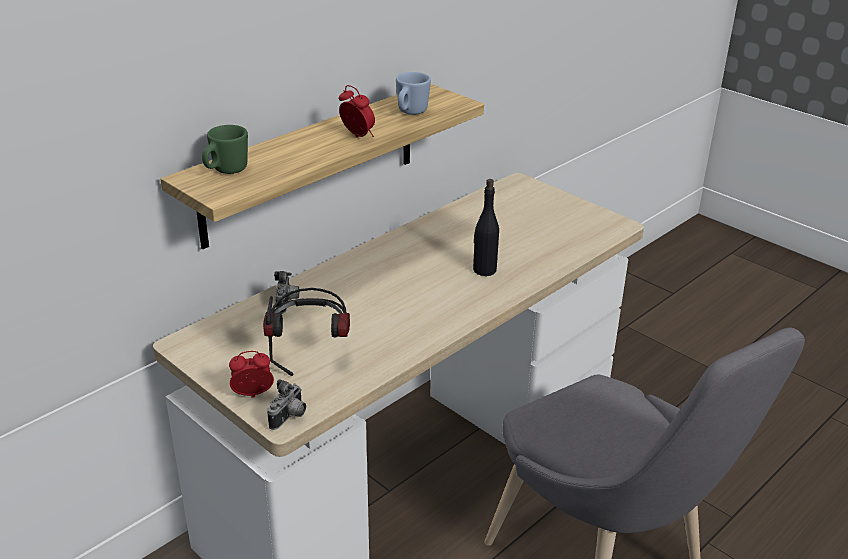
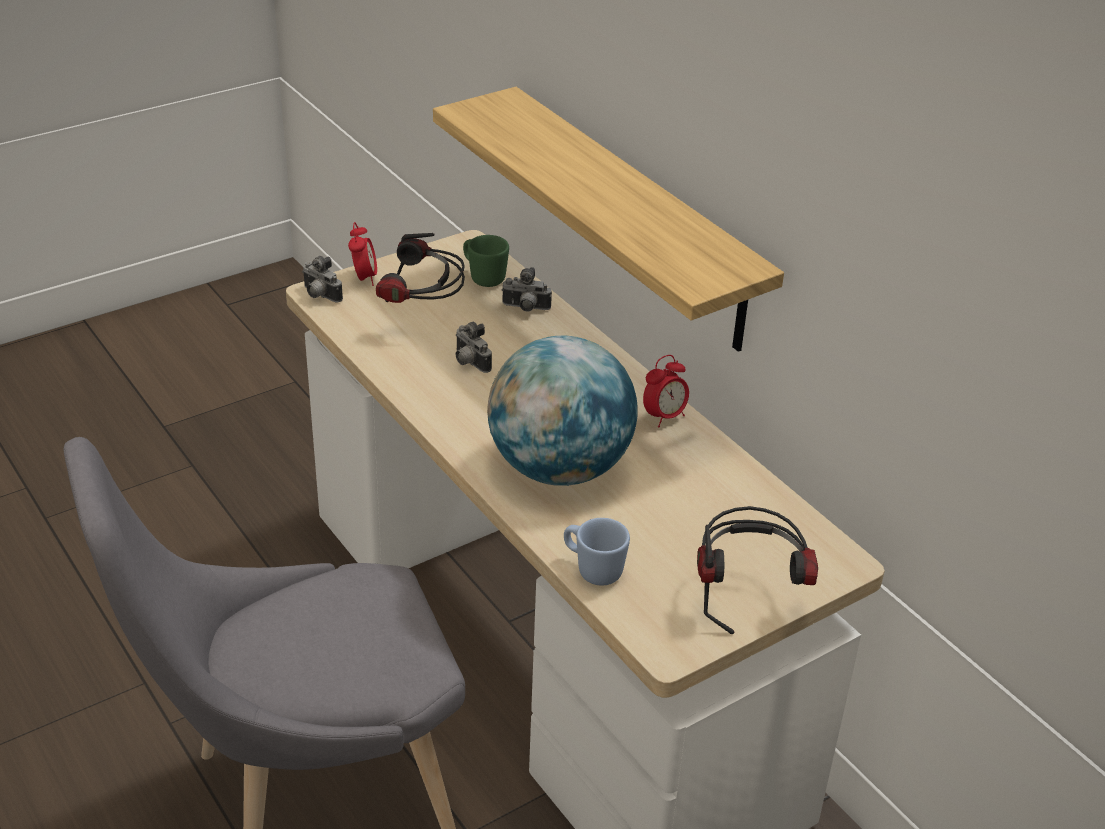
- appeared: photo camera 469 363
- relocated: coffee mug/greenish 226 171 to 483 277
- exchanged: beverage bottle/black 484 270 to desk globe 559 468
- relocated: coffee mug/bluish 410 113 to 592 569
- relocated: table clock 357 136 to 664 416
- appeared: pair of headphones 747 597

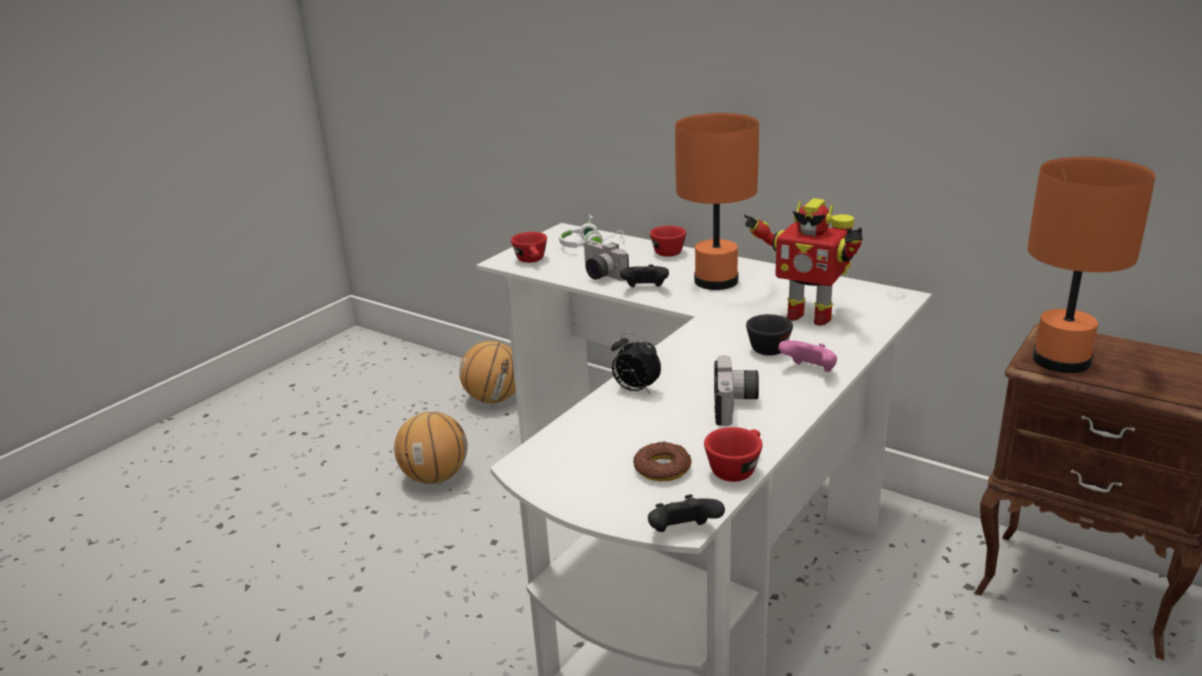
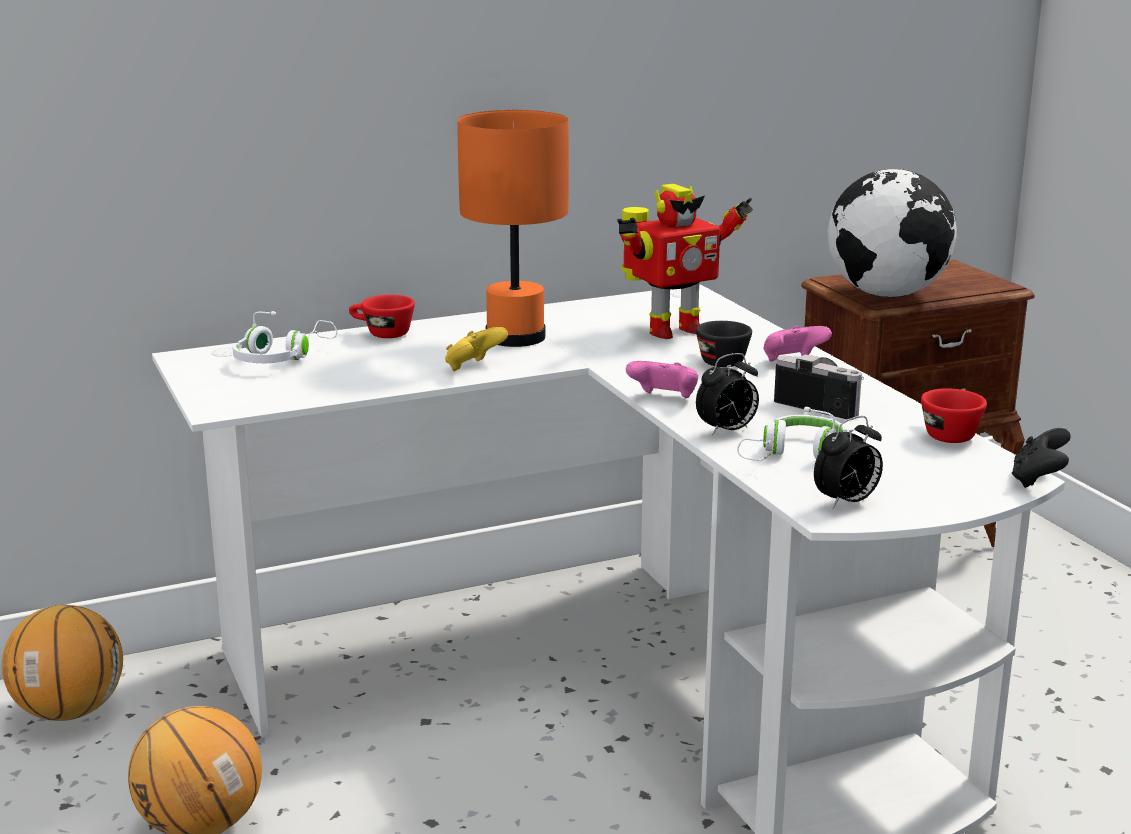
- colour: game controller/black 645 289 to game controller/yellowish 473 368
- appeared: game controller/pink-coloured 664 399
- appeared: pair of headphones/white 796 455
- appeared: table clock 846 502
- exchanged: lamp for a table/orangey 1061 361 to desk globe 887 294
- missing: small cup/red 532 261
- missing: photo camera 600 275
- missing: doughnut 662 468

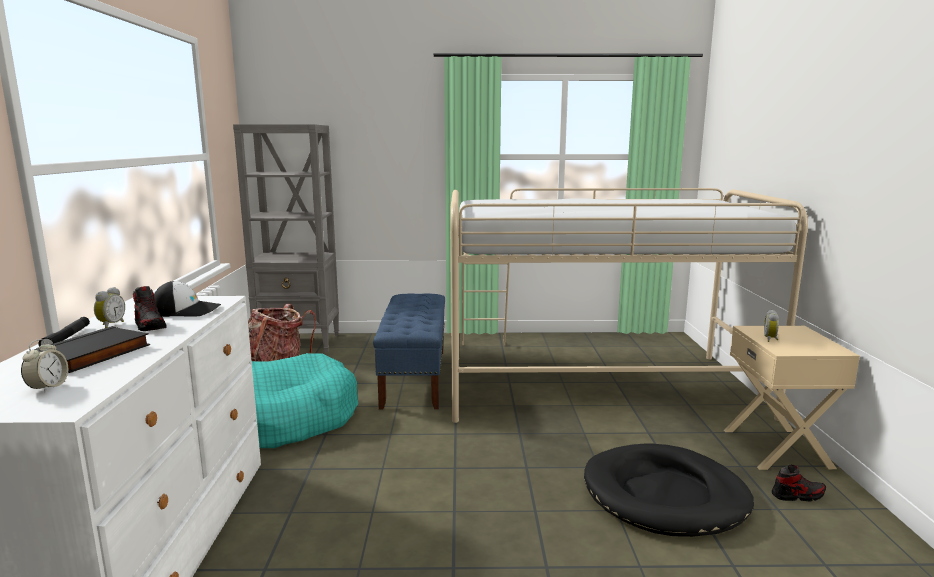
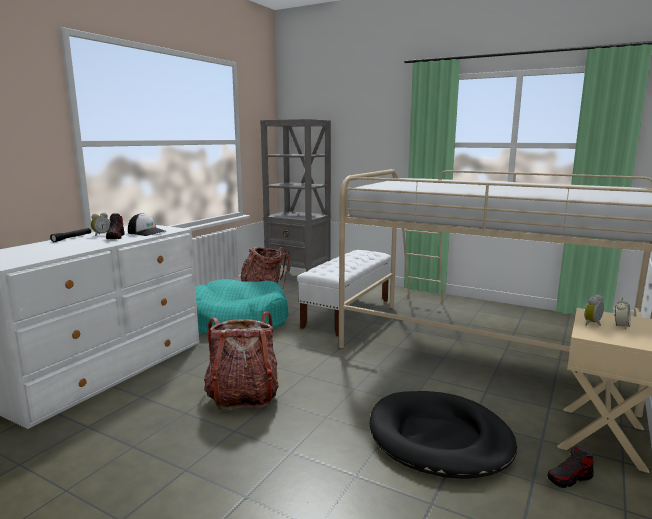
- appeared: rucksack 243 395
- colour: bench/bluish 414 378 to bench/white 347 313
- spun: item of footwear 797 495 = 570 478 135 degrees clockwise
- relocated: table clock 48 387 to 621 326
- missing: volume/black 94 355

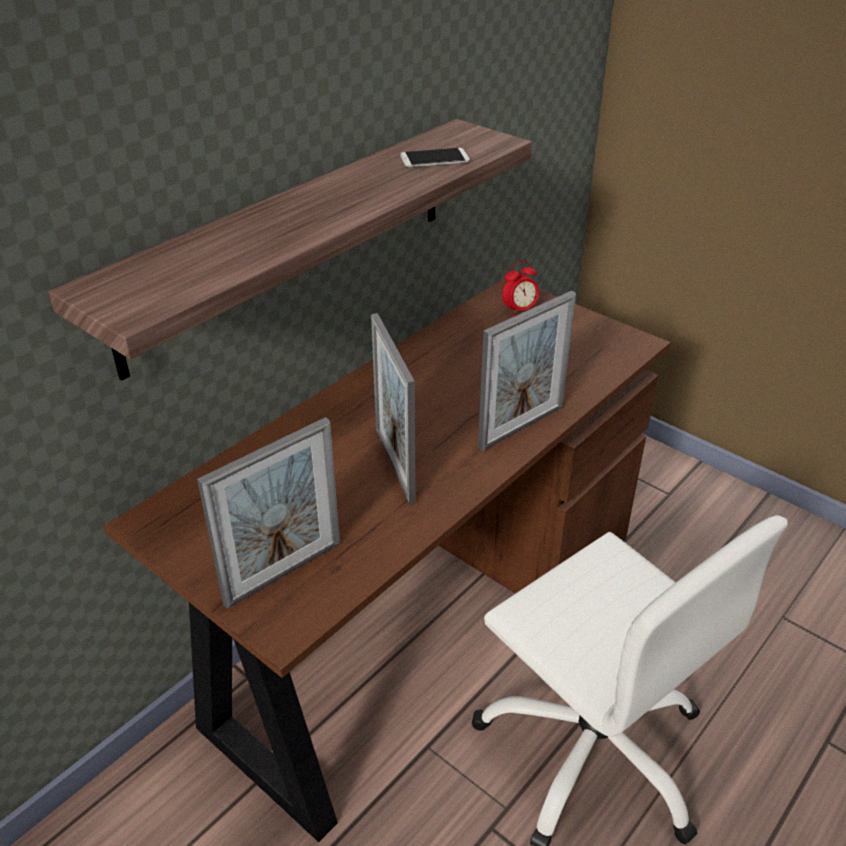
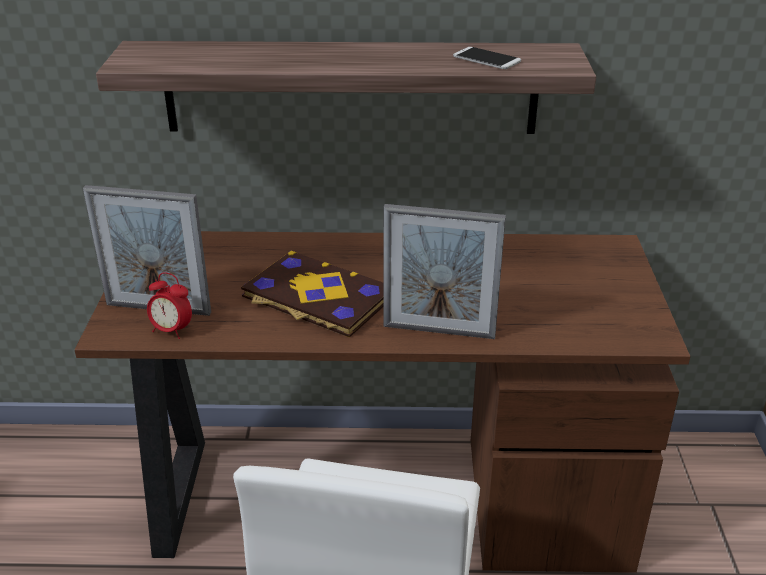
- relocated: table clock 519 310 to 172 330
- exchanged: standing frame 394 465 to volume 317 297

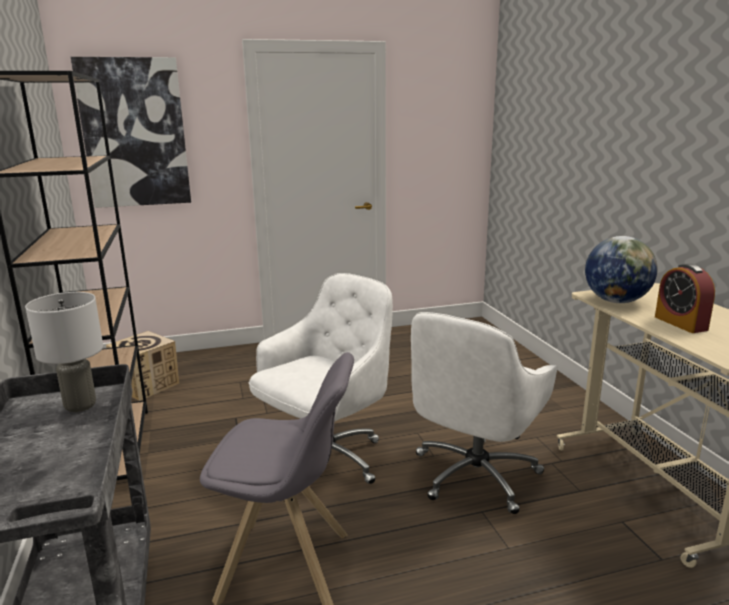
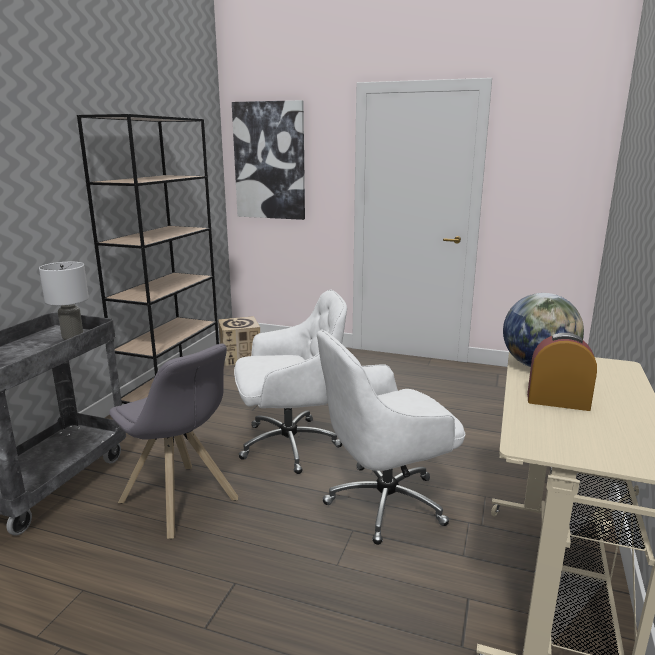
- spun: table clock 680 323 = 557 401 90 degrees clockwise

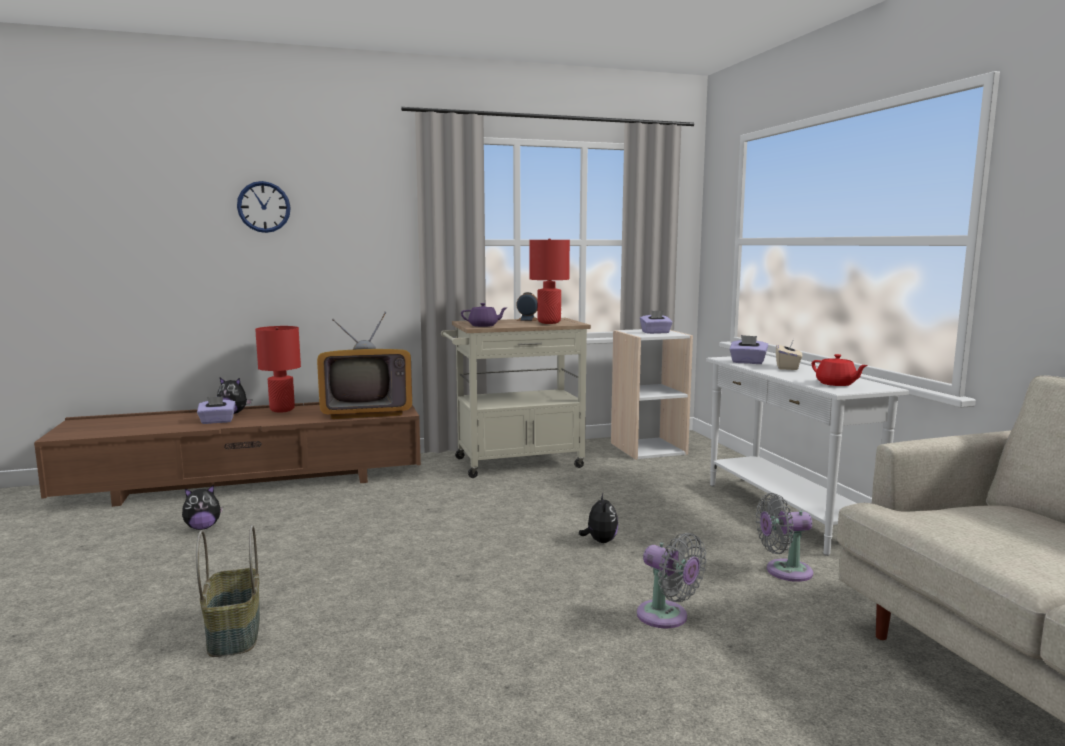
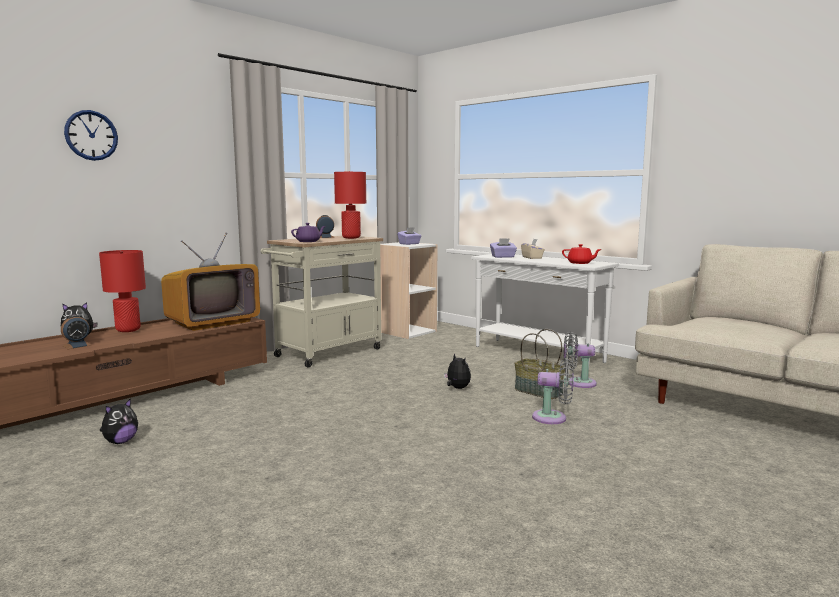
- exchanged: box of tissues/purple-coloured 217 421 to table clock 77 345
- relocated: storage basket 233 633 to 537 392
- spun: cooling fan/gray 784 571 = 578 383 45 degrees clockwise

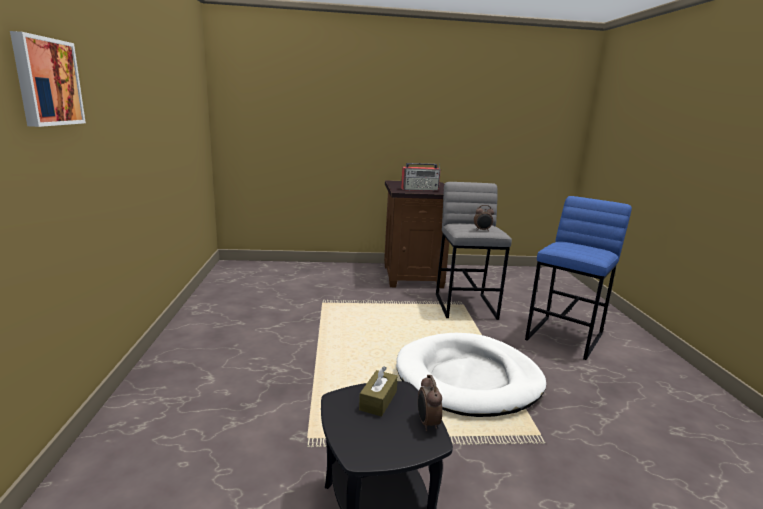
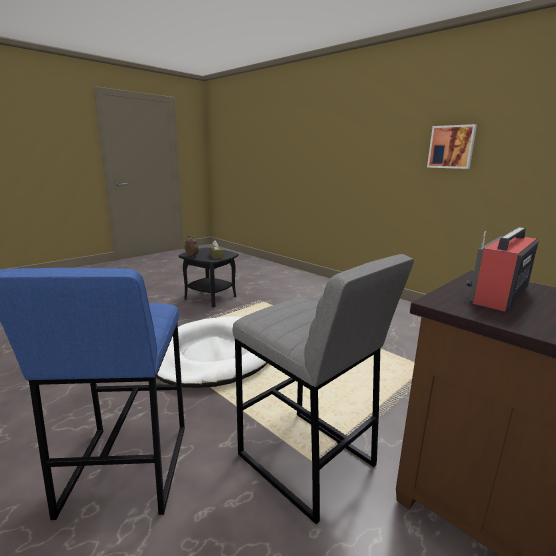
- relocated: picture 46 82 to 451 147
- missing: table clock 482 230

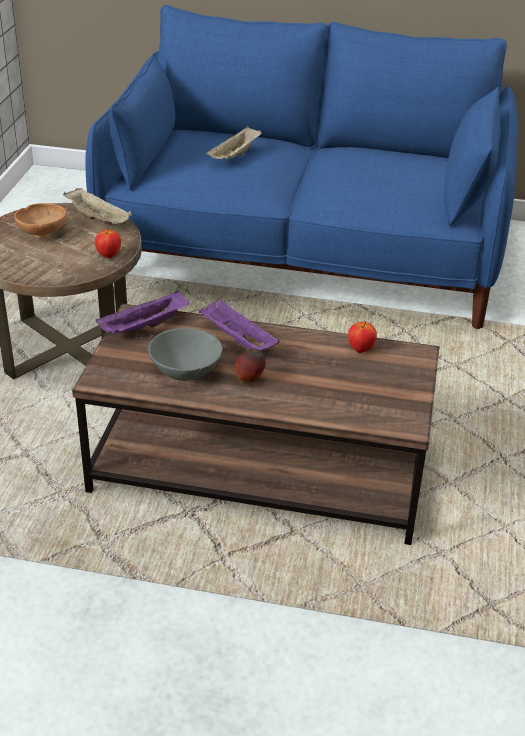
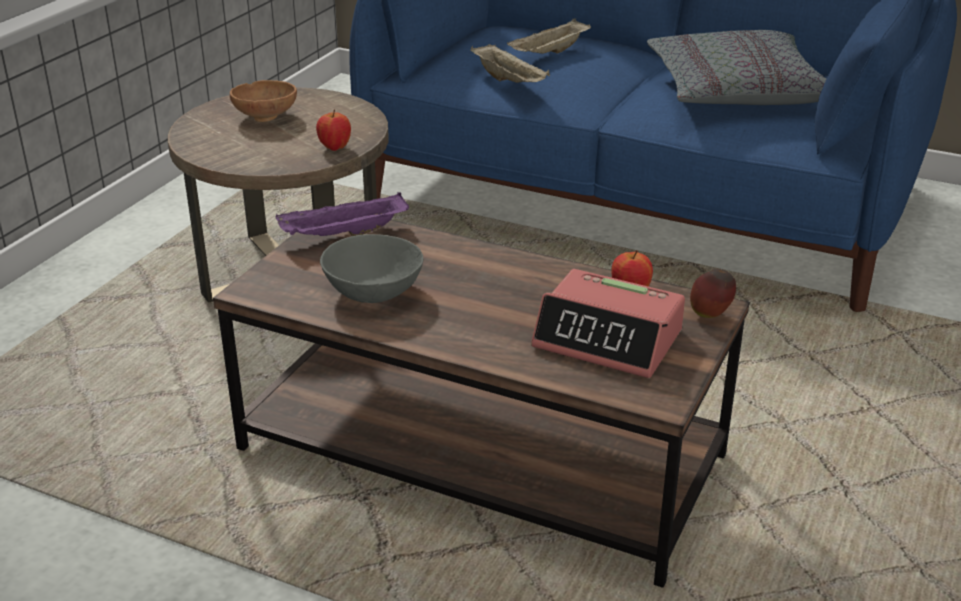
- relocated: carrying tray/sand-coloured 99 219 to 510 81
- appeared: table clock 608 339
- appeared: throw pillow/gray 736 91
- relocated: apple 250 380 to 710 315
- missing: carrying tray/purple-coloured 236 339

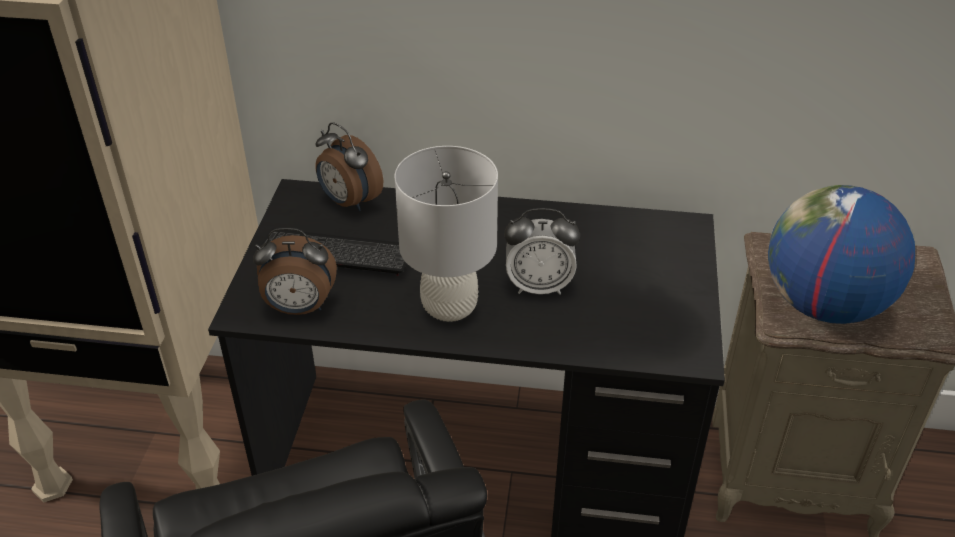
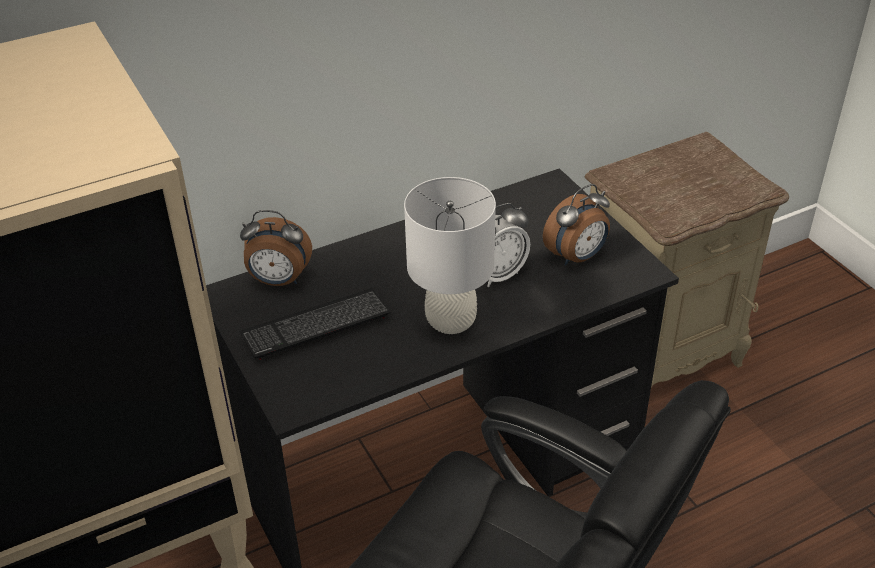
- relocated: table clock 299 308 to 577 257
- missing: desk globe 823 305

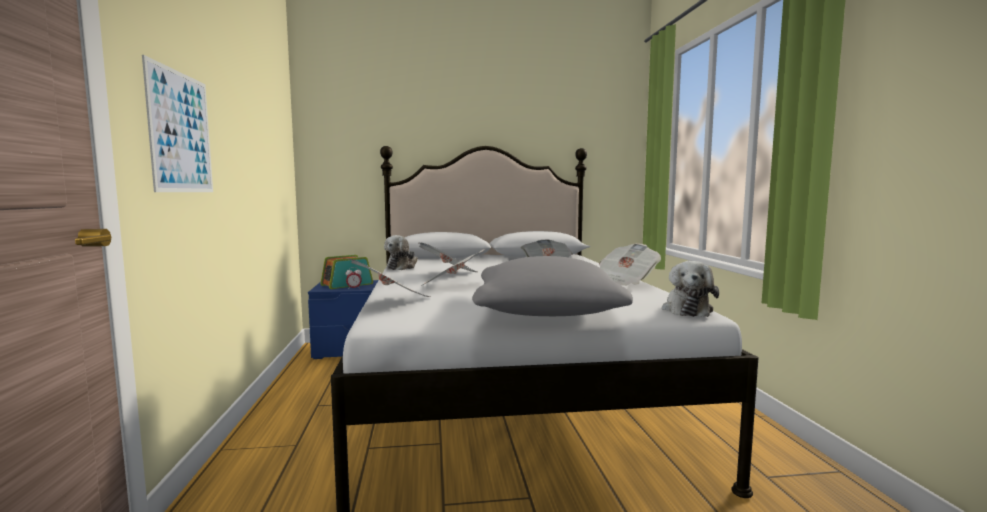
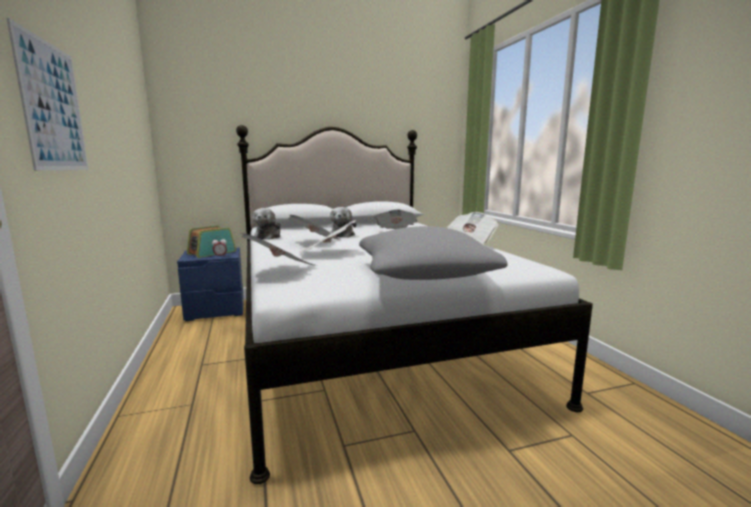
- relocated: soft toy 687 309 to 342 235

